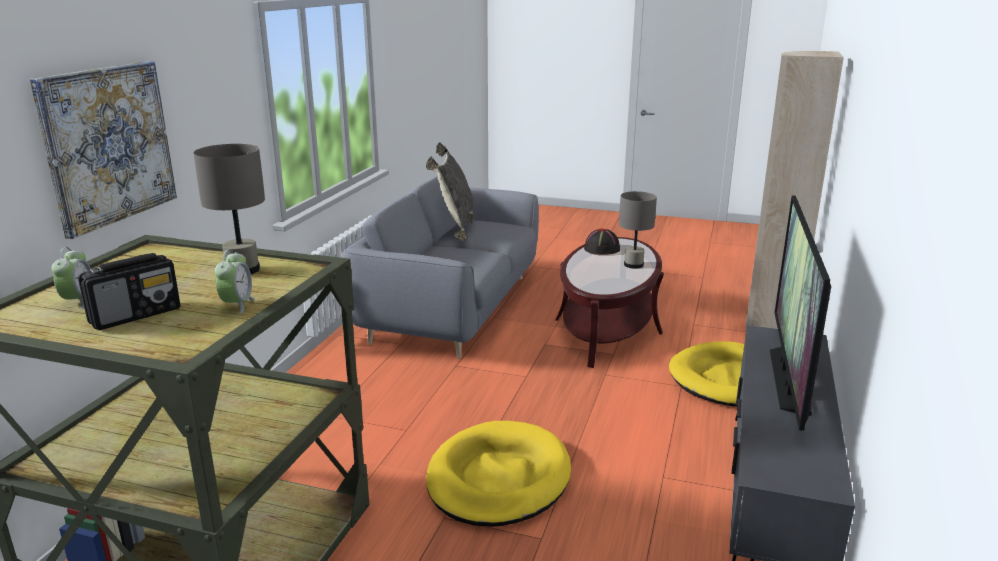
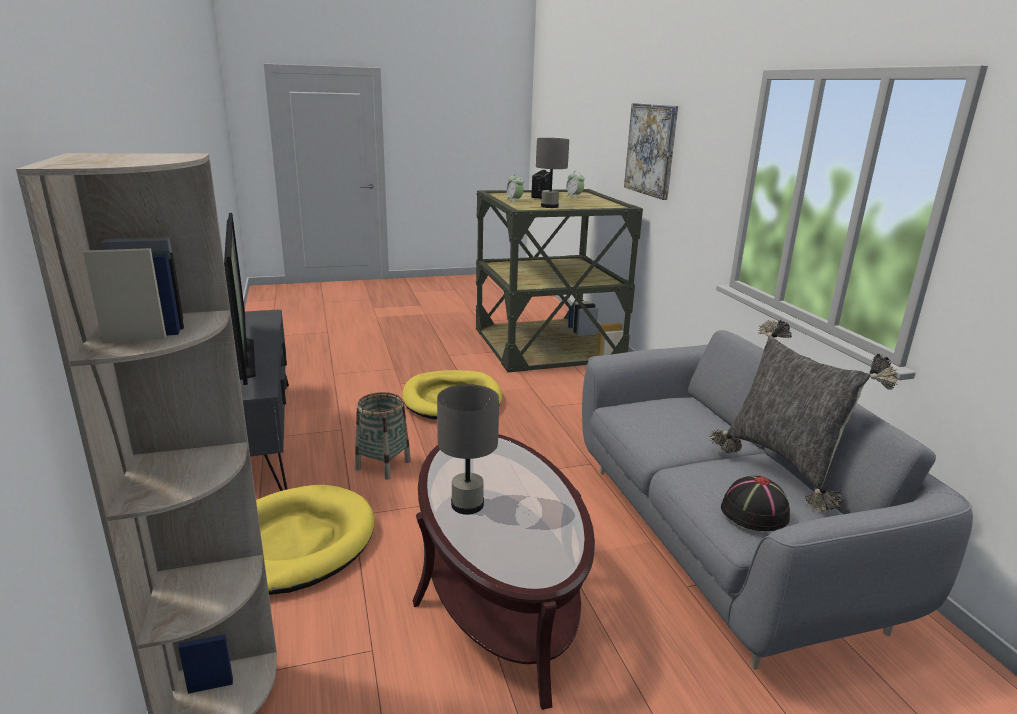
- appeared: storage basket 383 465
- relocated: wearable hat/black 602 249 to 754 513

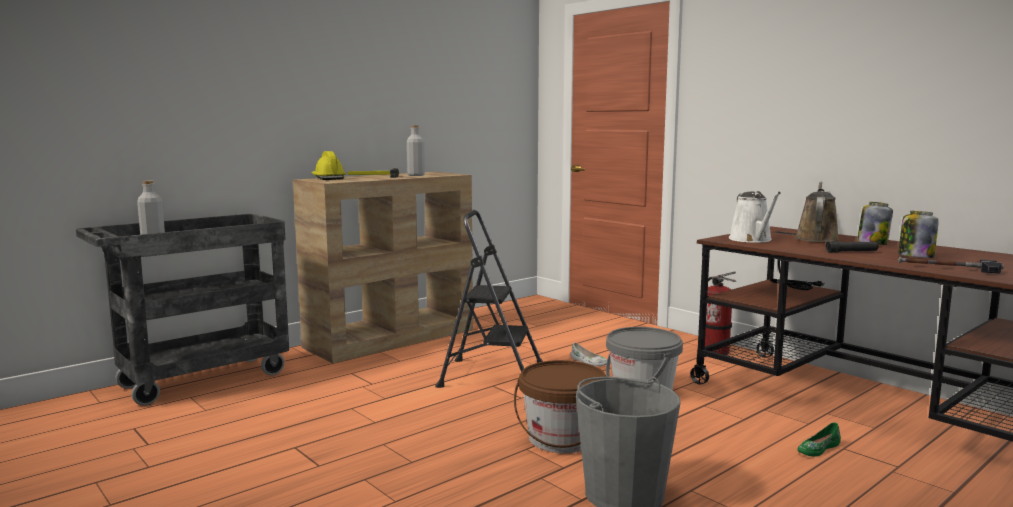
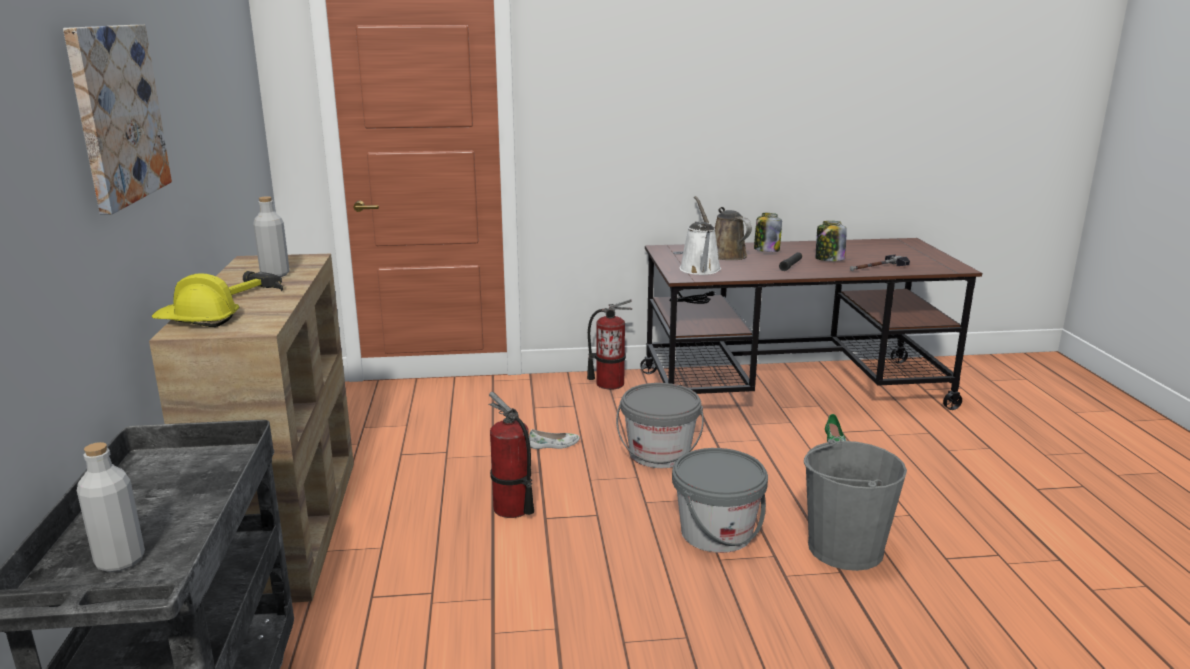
- appeared: picture 116 114
- exchanged: stepladder/black 488 375 to fire extinguisher 512 508
- colour: pail/brown 562 439 to pail/gray 716 533
- spun: sprinkling can/white 752 240 = 701 270 60 degrees clockwise

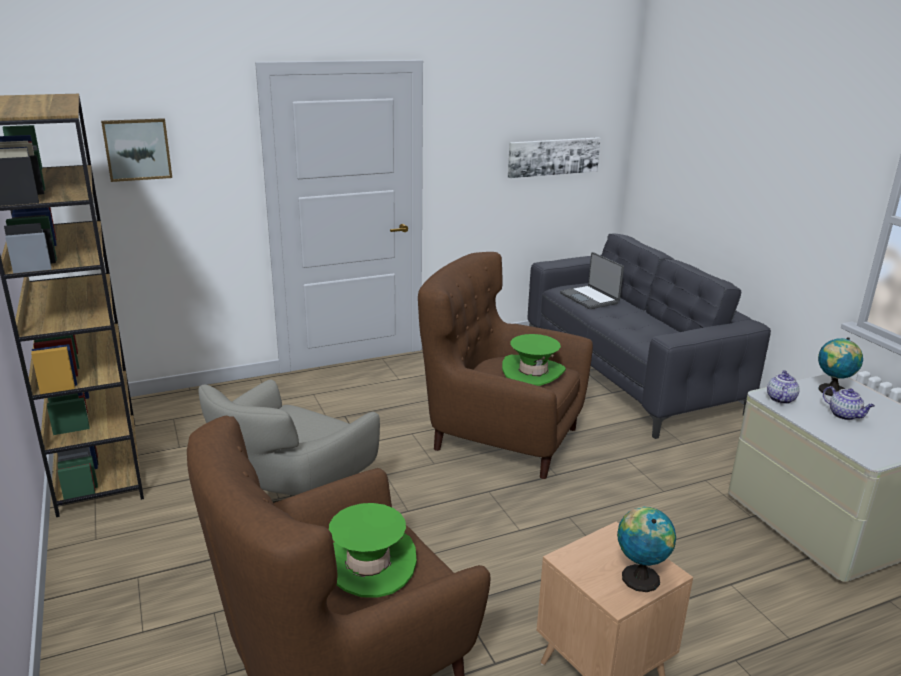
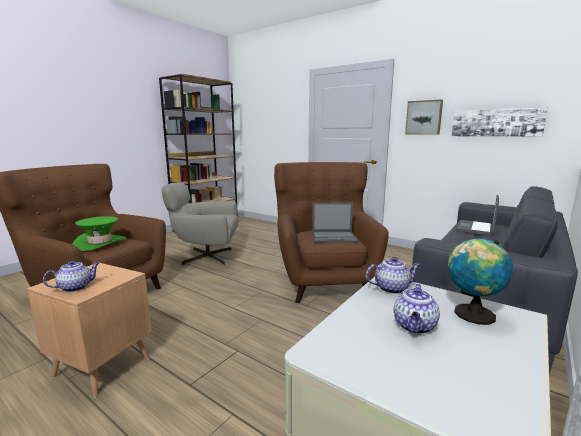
- exchanged: desk globe 639 576 to pot for tea 76 287
- exchanged: wearable hat/greenish 533 372 to portable computer 334 237
- relocated: picture 137 149 to 424 117

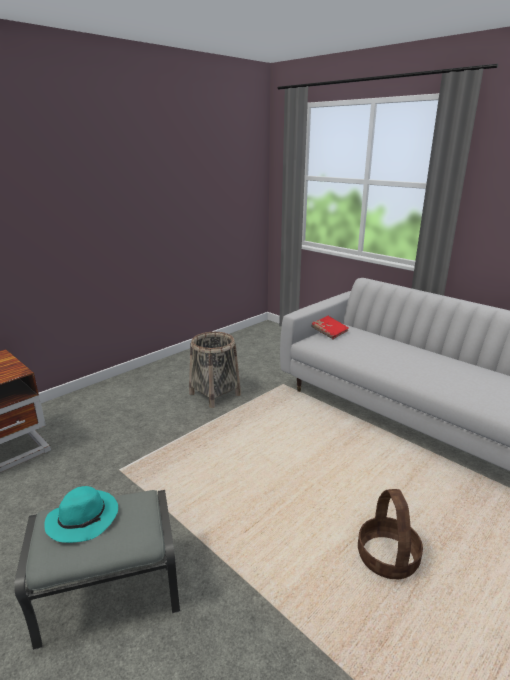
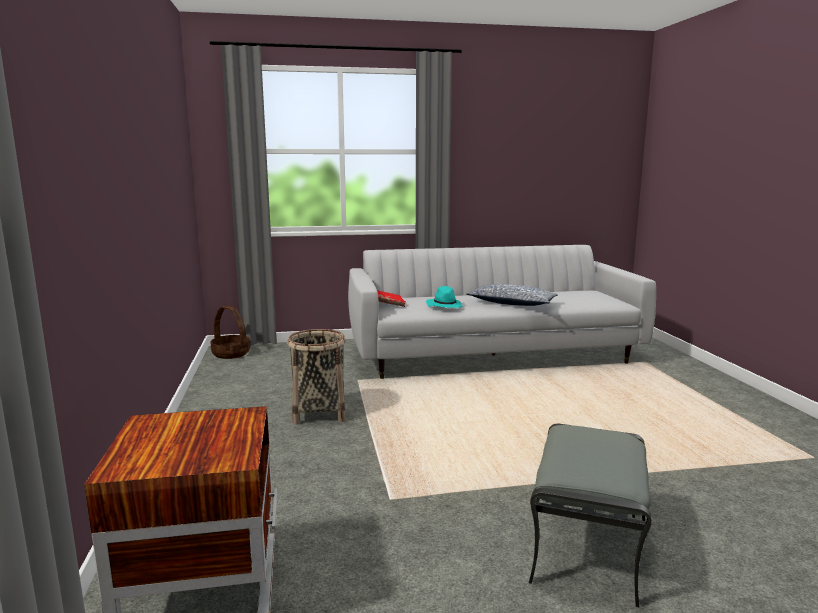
- relocated: storage basket 388 557 to 231 354
- relocated: wearable hat/blue-green 84 518 to 444 306
- appeared: throw pillow 511 303

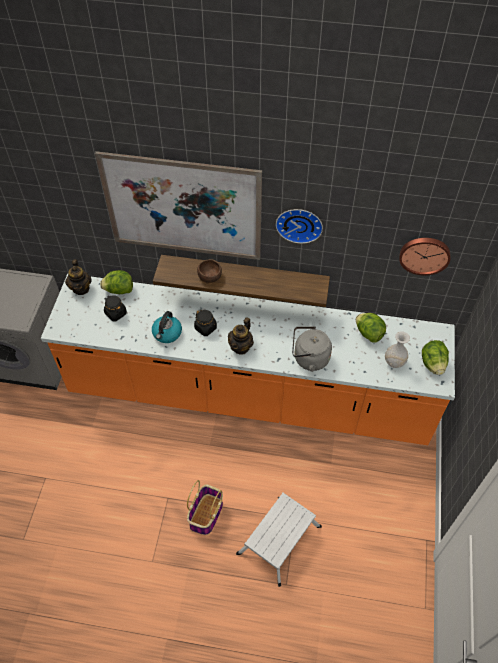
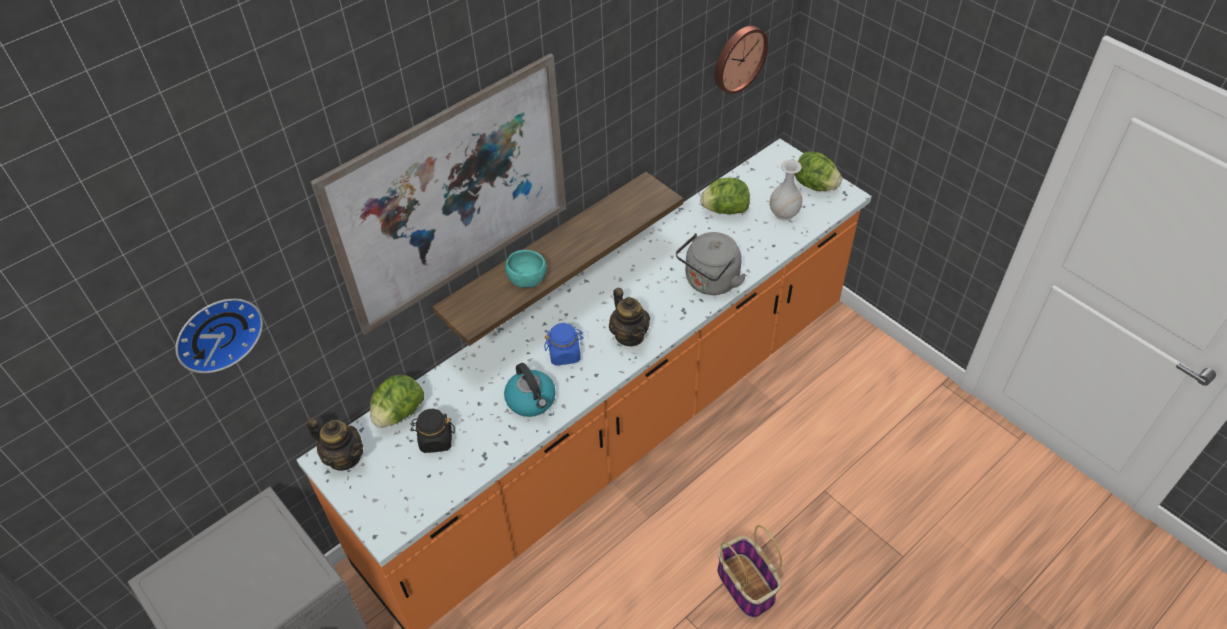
- relocated: clock on the wall 299 223 to 216 331
- colour: serving bowl/brown 210 276 to serving bowl/blue-green 526 277
- colour: jar/black 205 328 to jar/bluish 565 354
- missing: stepladder/white 279 540

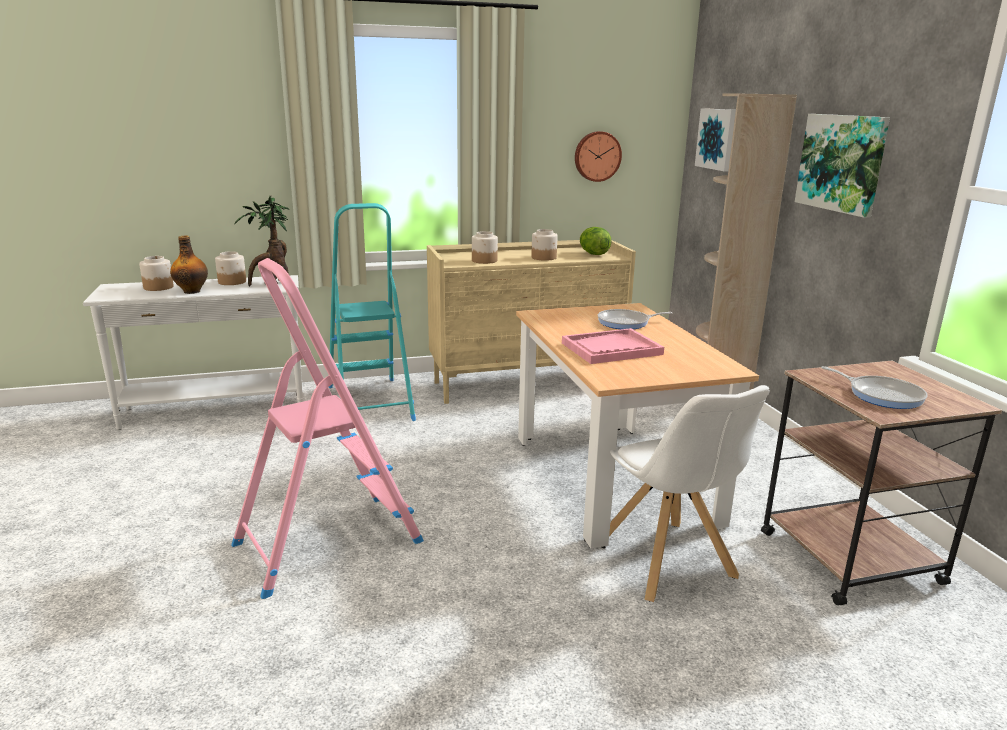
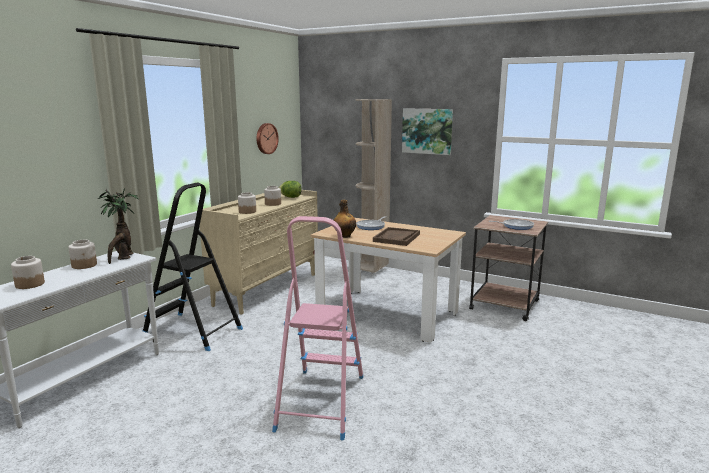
- colour: stepladder/blue-green 369 401 to stepladder/black 192 331
- relocated: beverage bottle 192 291 to 344 236
- colour: carrying tray/pink-coloured 611 349 to carrying tray/brown 396 238
- missing: plain chair/white 668 563
- missing: picture 718 139

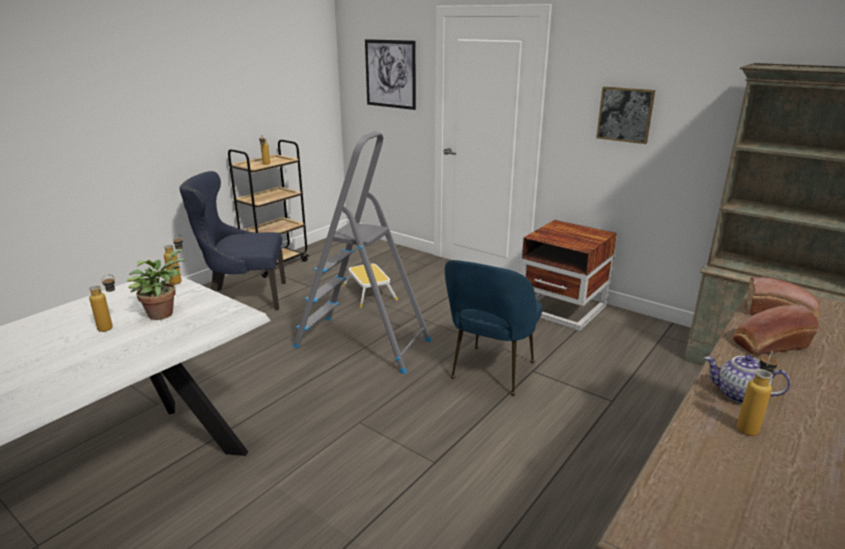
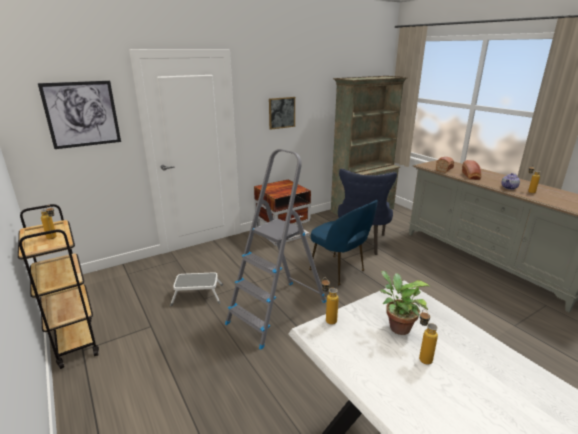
- colour: stepladder/yellowish 370 292 to stepladder/gray 197 294
- relocated: plain chair/bluish 244 297 to 362 243

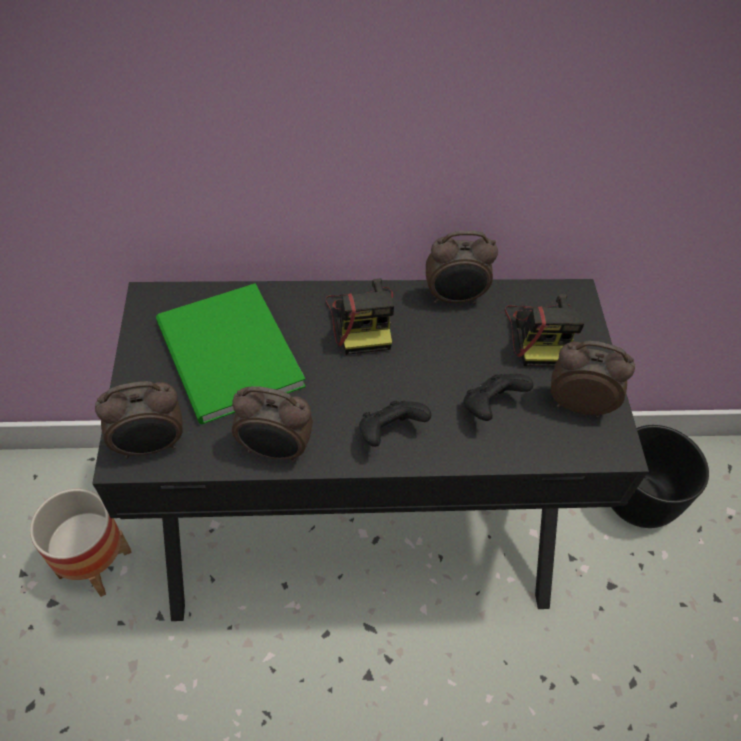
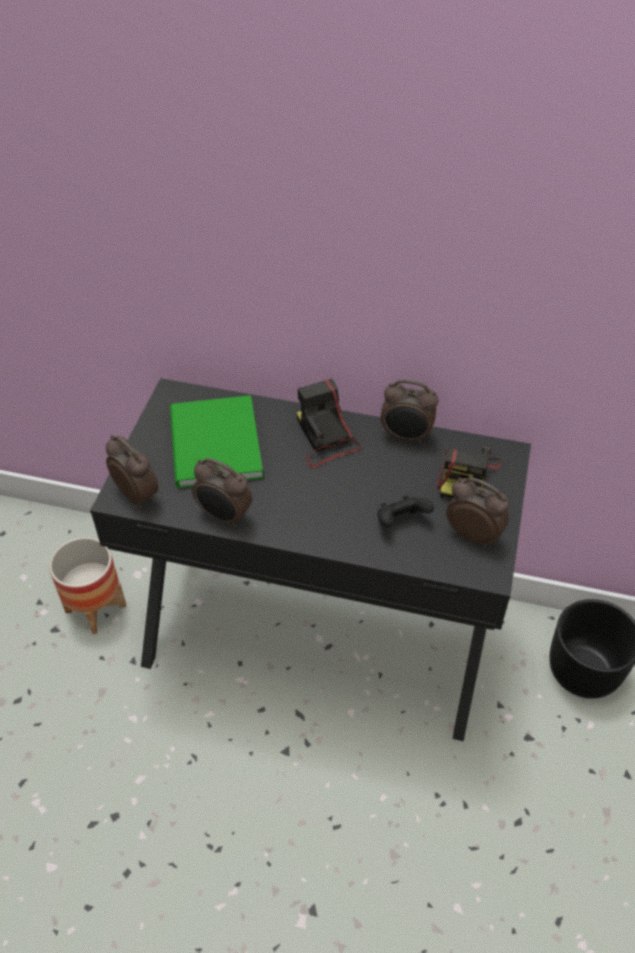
- spun: table clock 151 446 = 137 494 135 degrees counterclockwise
- spun: photo camera 362 320 = 325 438 150 degrees clockwise
- missing: game controller/black 389 432

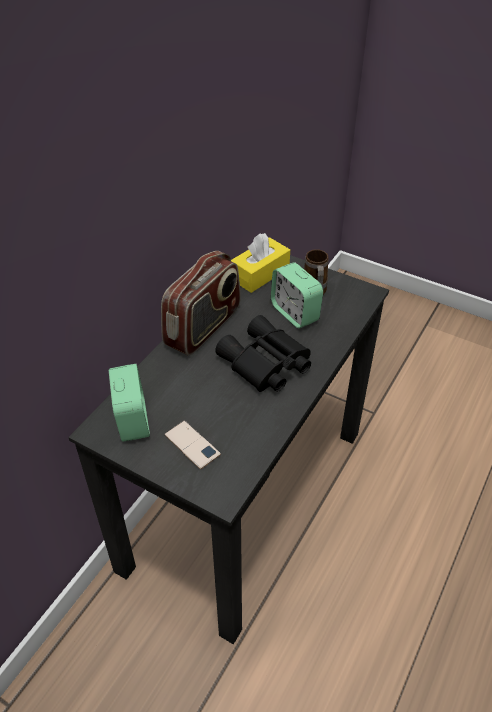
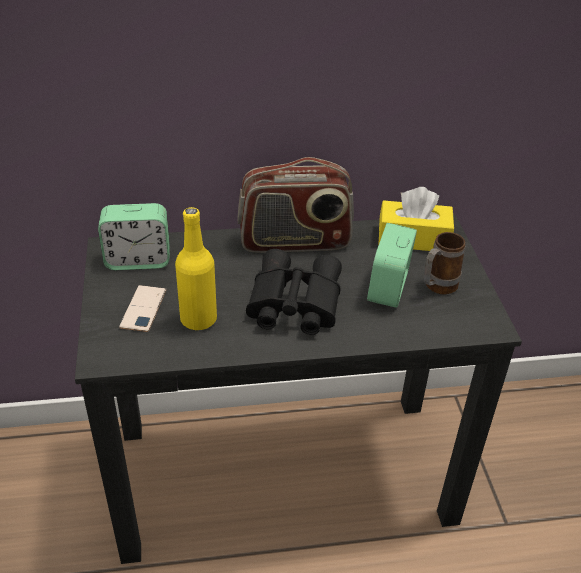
- spun: table clock 132 420 = 138 260 45 degrees clockwise
- appeared: beverage bottle/yellowish 198 319

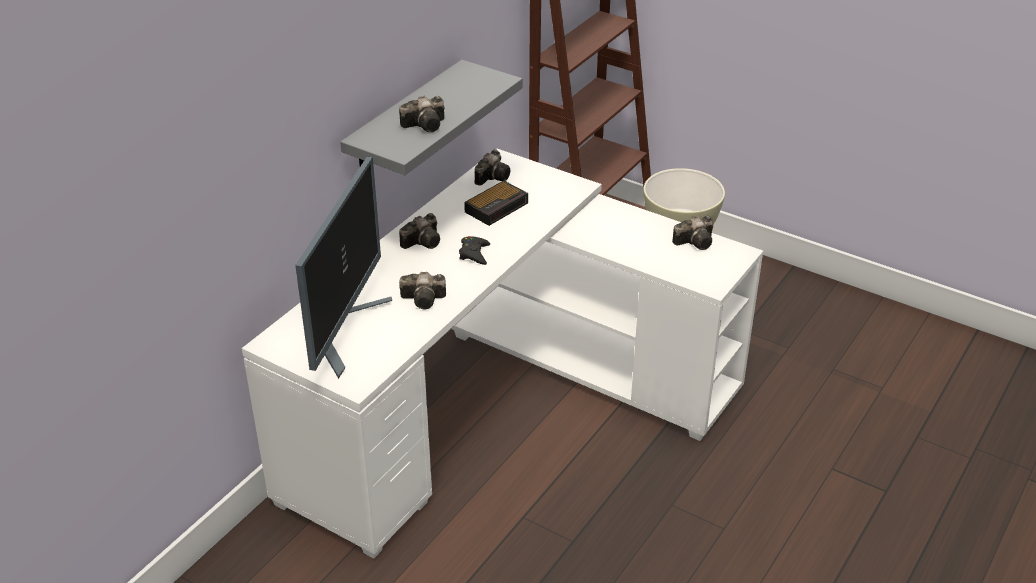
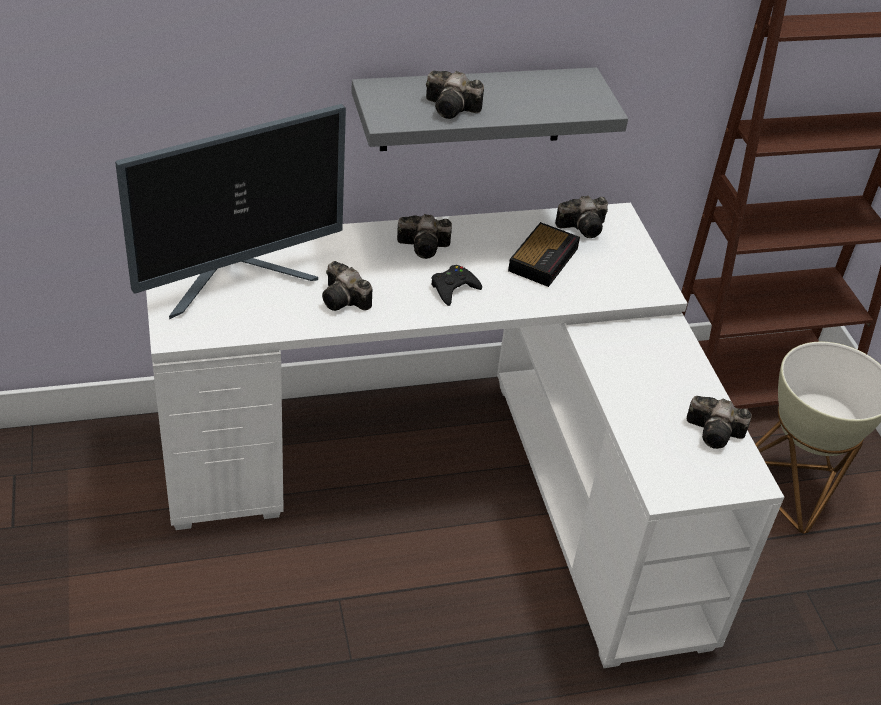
- spun: table clock 497 207 = 544 258 60 degrees counterclockwise

